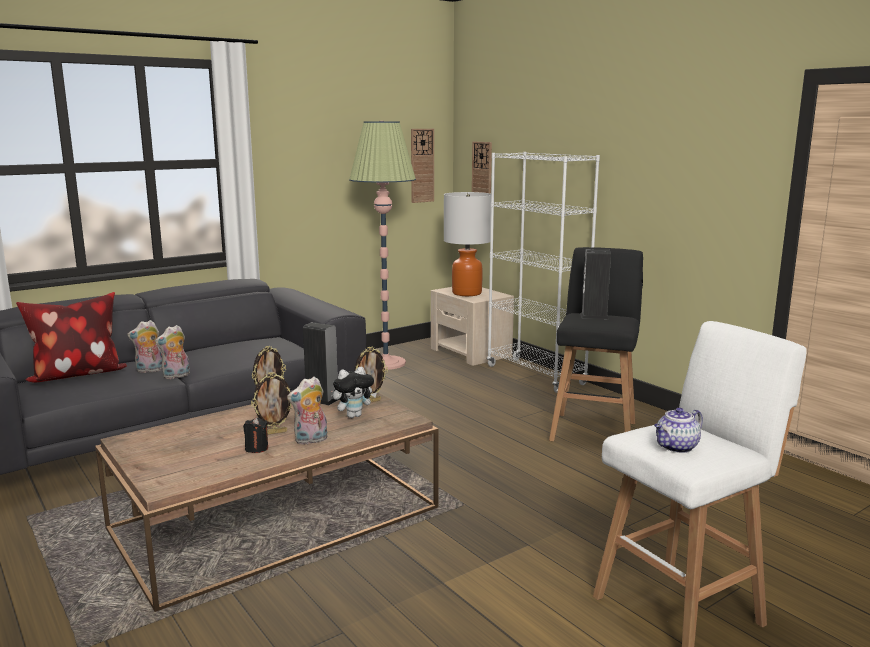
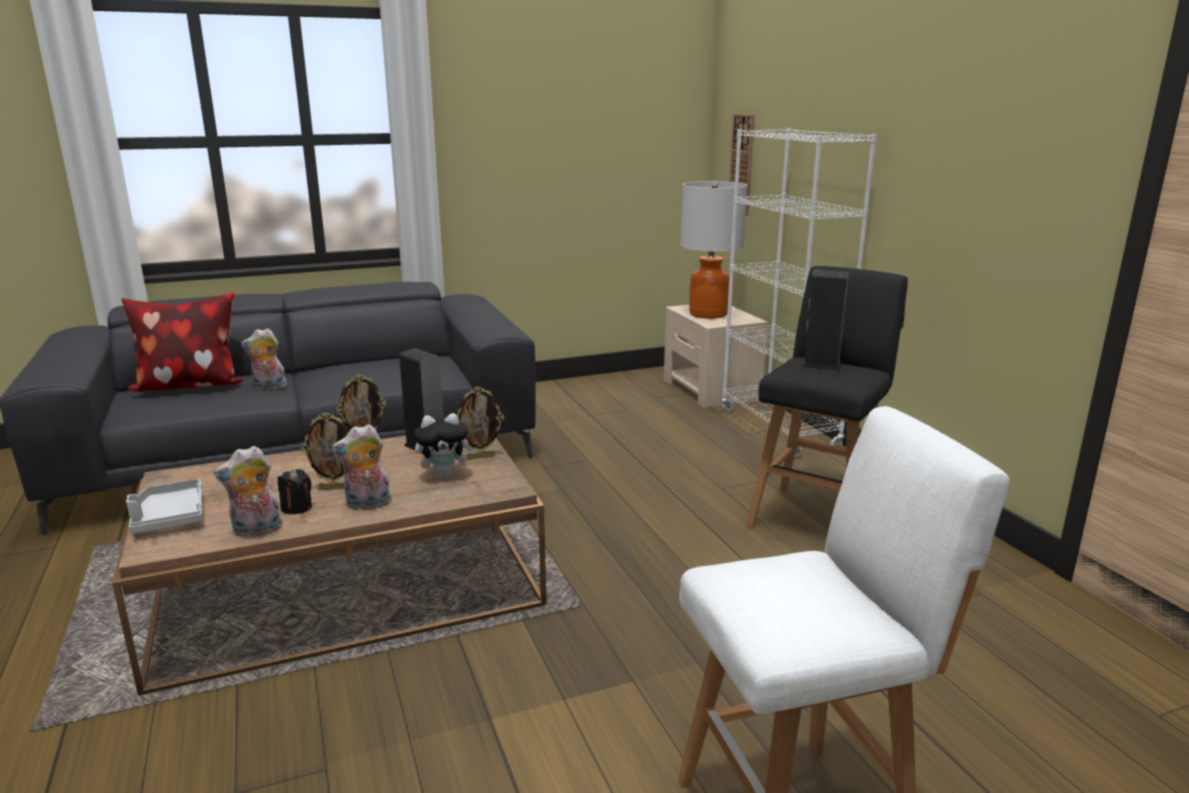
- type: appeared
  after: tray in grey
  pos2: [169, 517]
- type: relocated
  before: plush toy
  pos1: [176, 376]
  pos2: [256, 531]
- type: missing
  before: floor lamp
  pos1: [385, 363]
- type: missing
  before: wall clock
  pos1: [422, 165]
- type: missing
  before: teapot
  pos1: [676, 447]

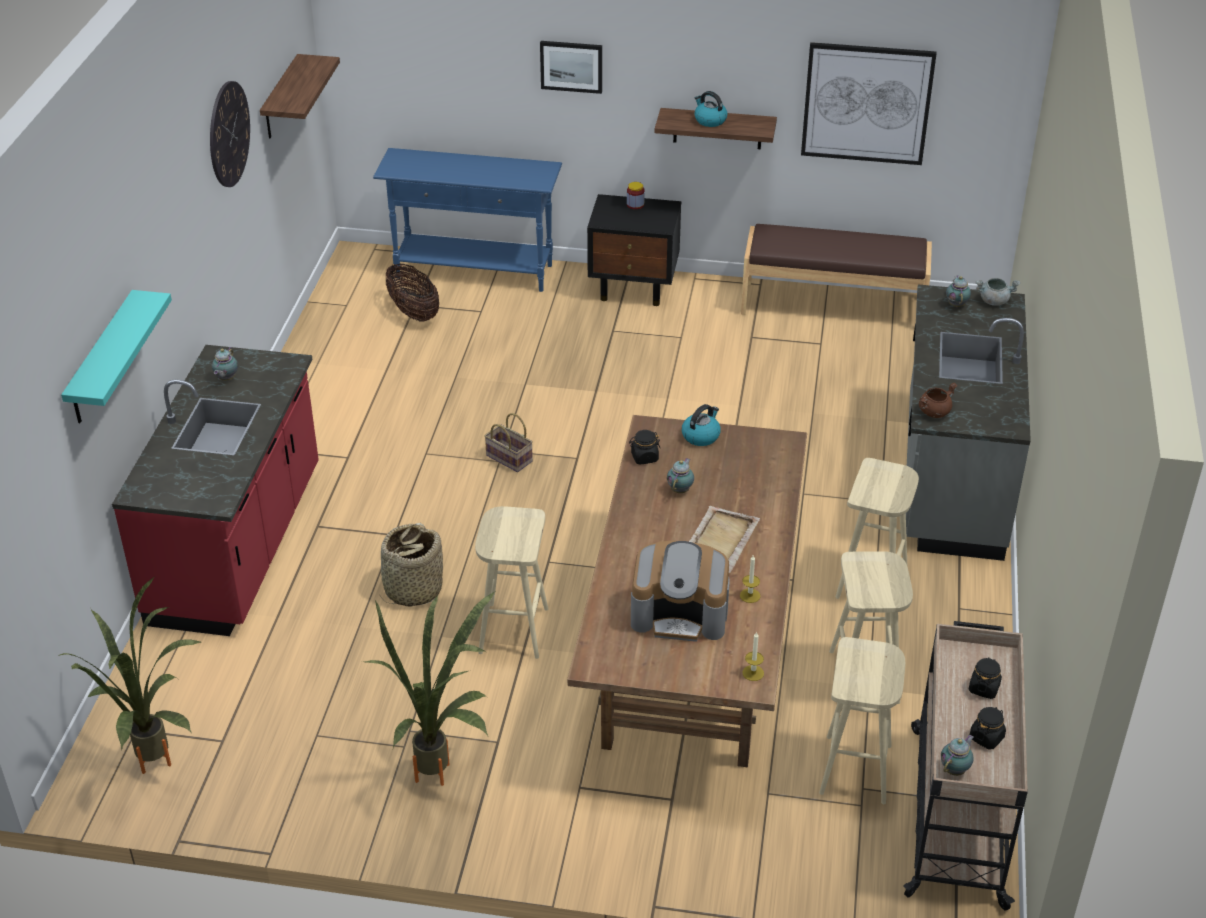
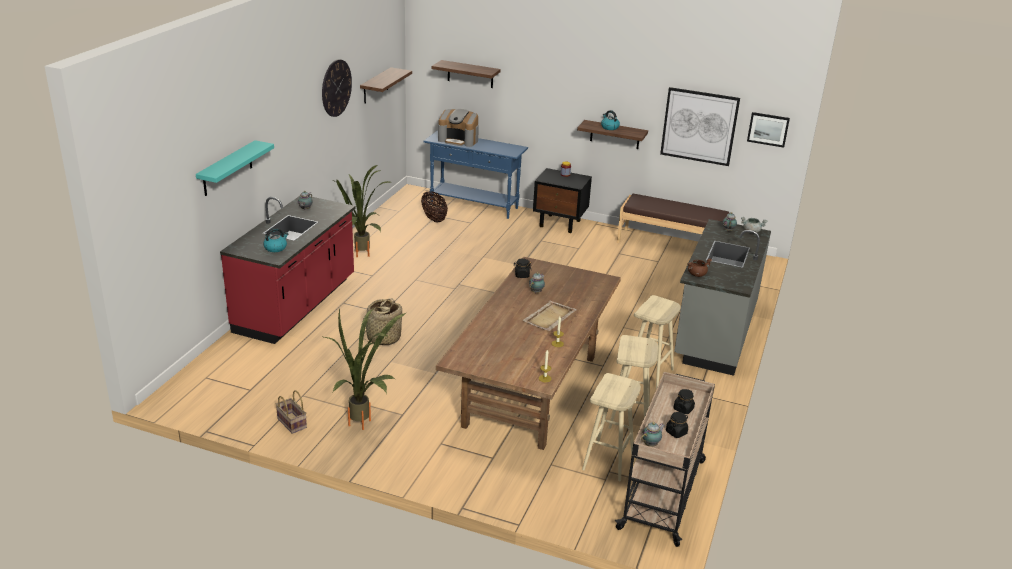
- type: relocated
  before: kettle
  pos1: [701, 436]
  pos2: [276, 248]
- type: relocated
  before: basket
  pos1: [507, 458]
  pos2: [291, 423]
- type: relocated
  before: potted plant
  pos1: [152, 769]
  pos2: [361, 256]
- type: appeared
  after: shelf
  pos2: [470, 74]
- type: relocated
  before: coffee machine
  pos1: [680, 614]
  pos2: [459, 140]
- type: relocated
  before: picture
  pos1: [571, 66]
  pos2: [768, 129]
- type: missing
  before: stool in beige
  pos1: [513, 629]

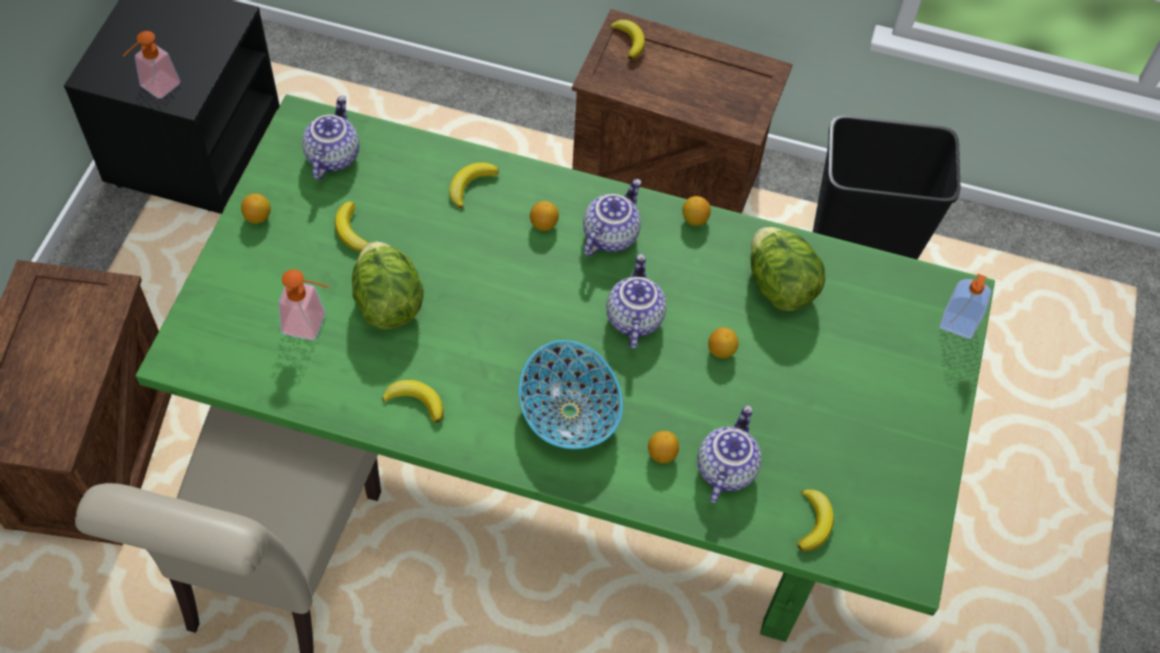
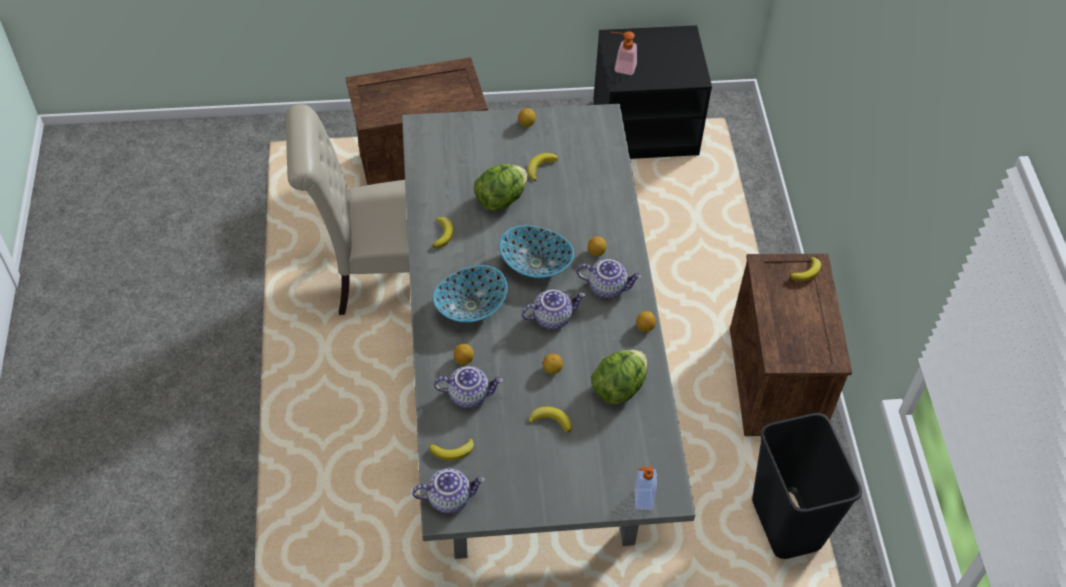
- type: colour
  before: dining table in green
  after: dining table in grey
  pos1: [566, 458]
  pos2: [527, 394]
- type: relocated
  before: teapot
  pos1: [331, 156]
  pos2: [449, 497]
- type: appeared
  after: bowl
  pos2: [536, 263]
- type: relocated
  before: banana
  pos1: [470, 185]
  pos2: [551, 420]
- type: missing
  before: soap dispenser
  pos1: [311, 325]

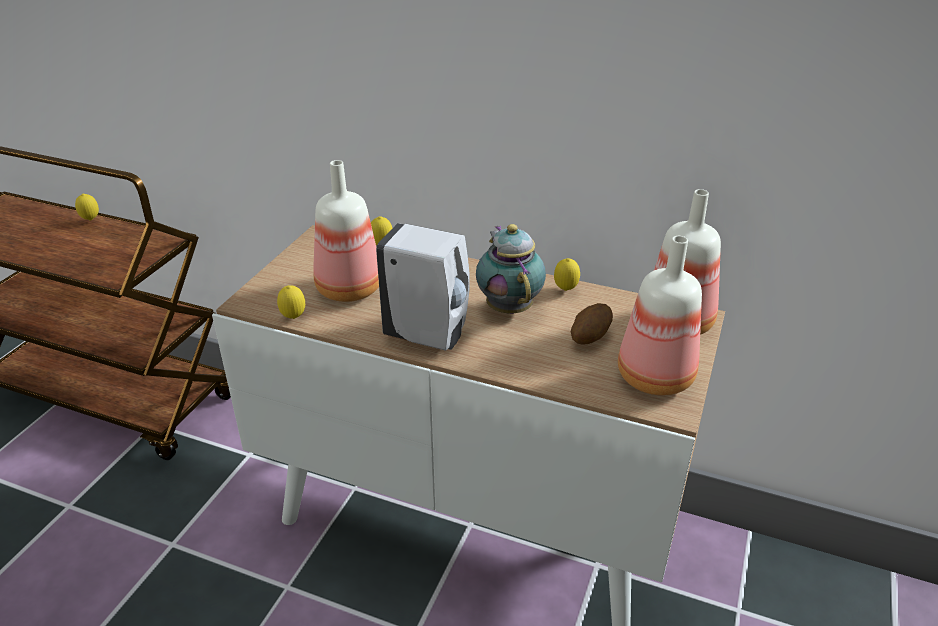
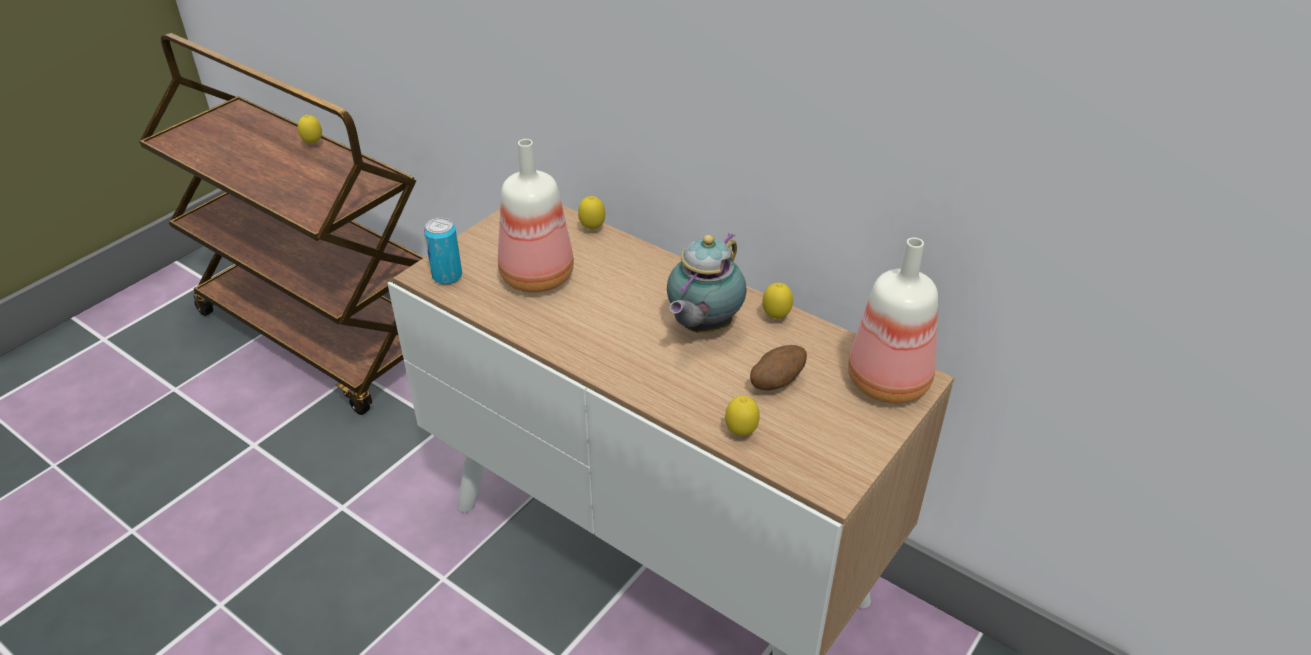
- type: appeared
  after: can
  pos2: [447, 276]
- type: spun
  before: teapot
  pos1: [509, 307]
  pos2: [702, 328]
  turn: -150
- type: relocated
  before: lemon
  pos1: [293, 318]
  pos2: [741, 433]
- type: missing
  before: soap dispenser in white
  pos1: [429, 336]
- type: missing
  before: bottle
  pos1: [655, 379]

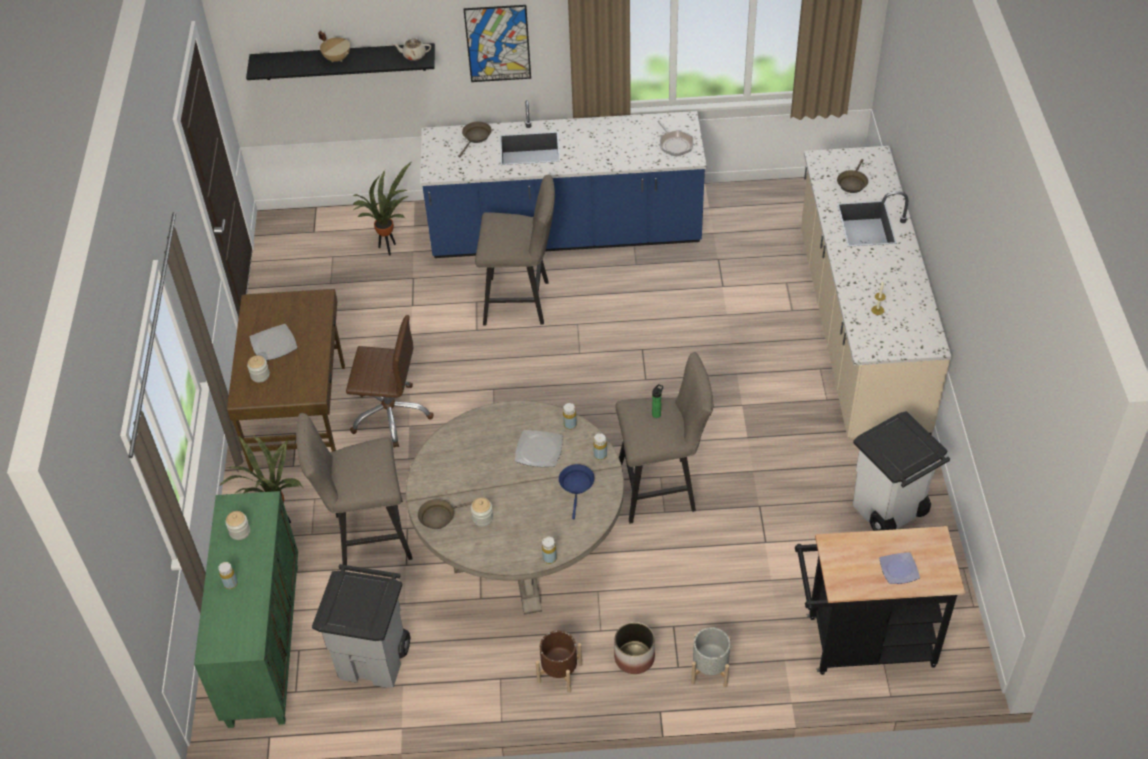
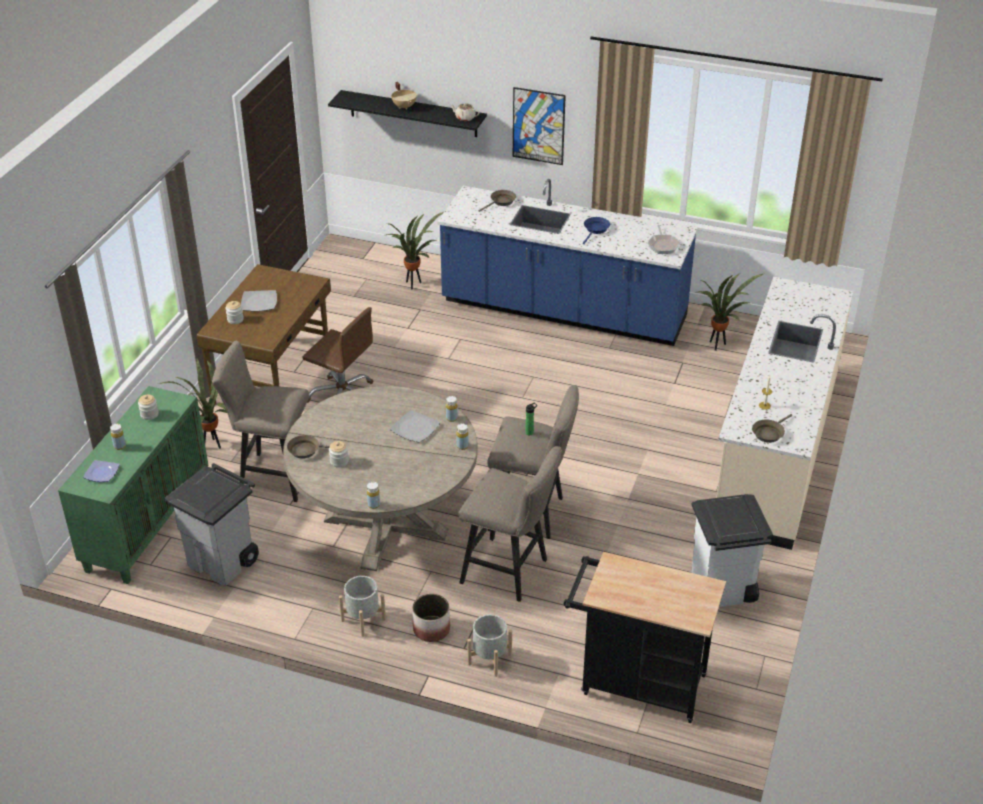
- type: relocated
  before: plate
  pos1: [899, 570]
  pos2: [102, 473]
- type: colour
  before: planter in brown
  after: planter in grey
  pos1: [560, 672]
  pos2: [363, 619]
- type: relocated
  before: stool in beige
  pos1: [522, 302]
  pos2: [510, 572]
- type: relocated
  before: frying pan in blue
  pos1: [576, 486]
  pos2: [595, 230]
- type: appeared
  after: potted plant
  pos2: [718, 345]
- type: relocated
  before: frying pan in brown
  pos1: [852, 183]
  pos2: [769, 433]

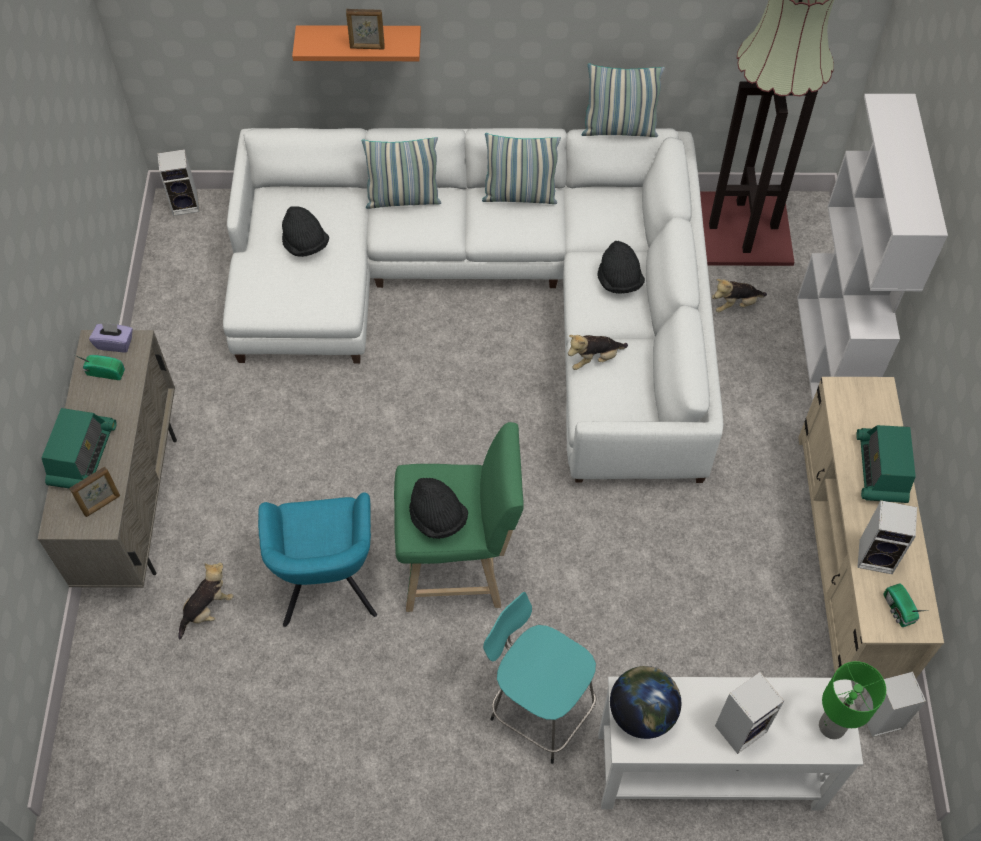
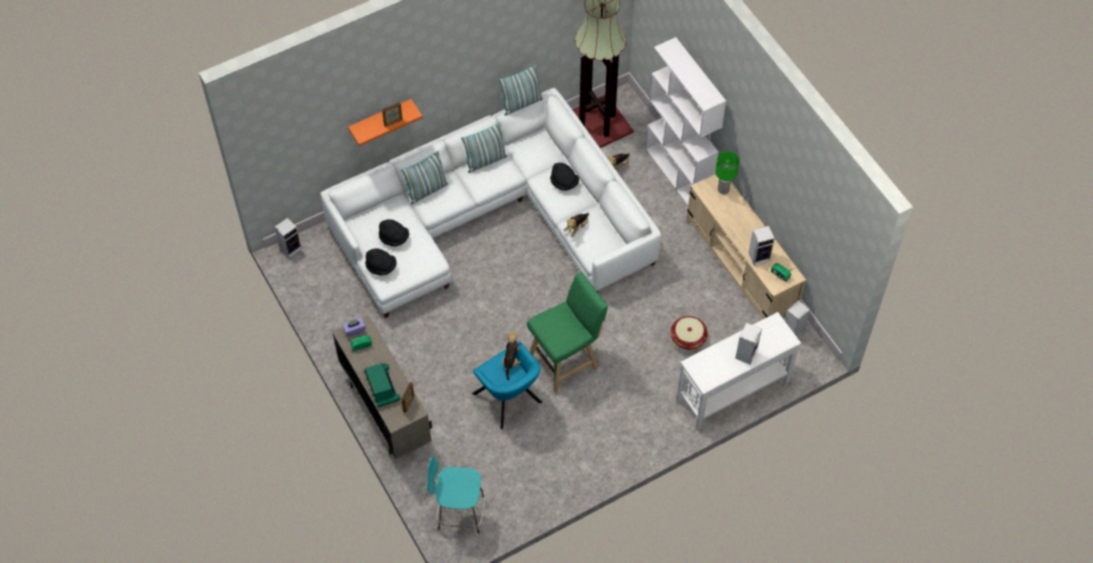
- type: relocated
  before: hat in black
  pos1: [437, 518]
  pos2: [381, 267]
- type: relocated
  before: stool in turquoise
  pos1: [539, 709]
  pos2: [459, 512]
- type: relocated
  before: plush toy
  pos1: [208, 609]
  pos2: [511, 360]
- type: appeared
  after: basket
  pos2: [688, 338]
- type: relocated
  before: table lamp in green
  pos1: [831, 727]
  pos2: [723, 189]
- type: missing
  before: globe
  pos1: [642, 713]
- type: missing
  before: radio
  pos1: [881, 470]

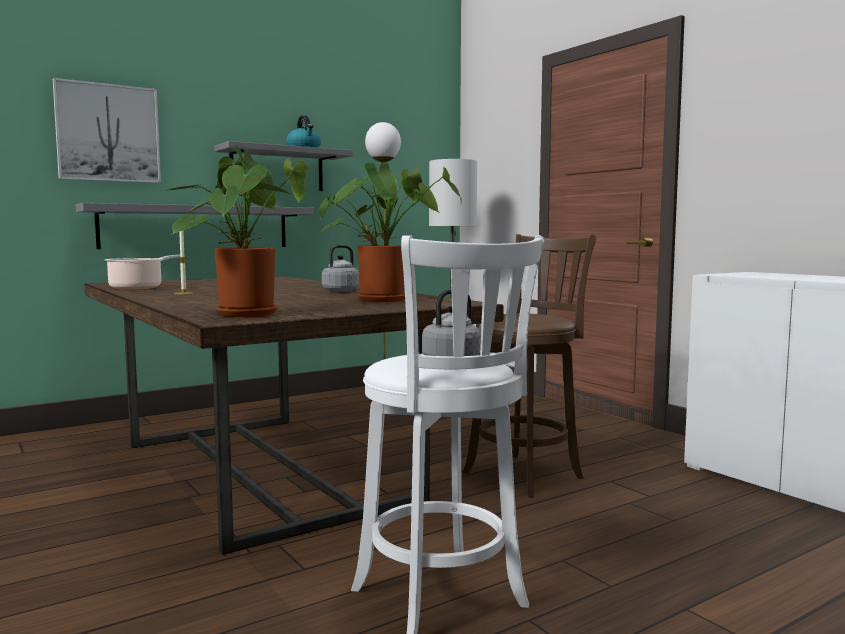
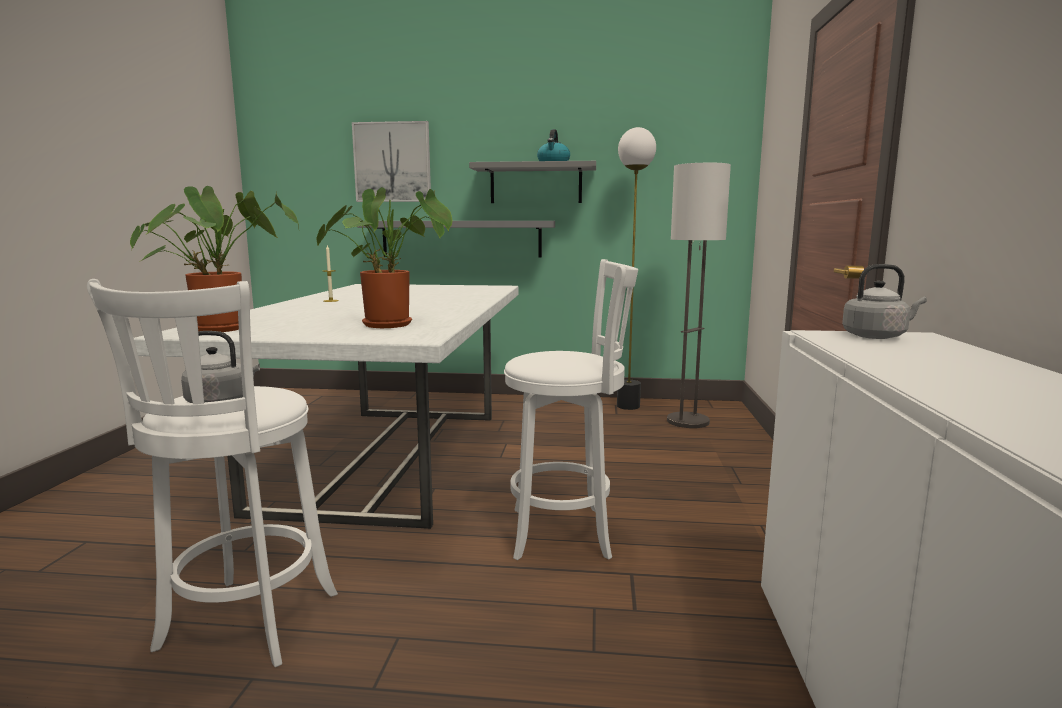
- type: colour
  before: dining table in brown
  after: dining table in white
  pos1: [262, 470]
  pos2: [390, 457]
- type: colour
  before: stool in brown
  after: stool in white
  pos1: [527, 474]
  pos2: [567, 532]
- type: relocated
  before: kettle in grey
  pos1: [342, 291]
  pos2: [877, 336]
- type: missing
  before: cooking pot
  pos1: [139, 288]

